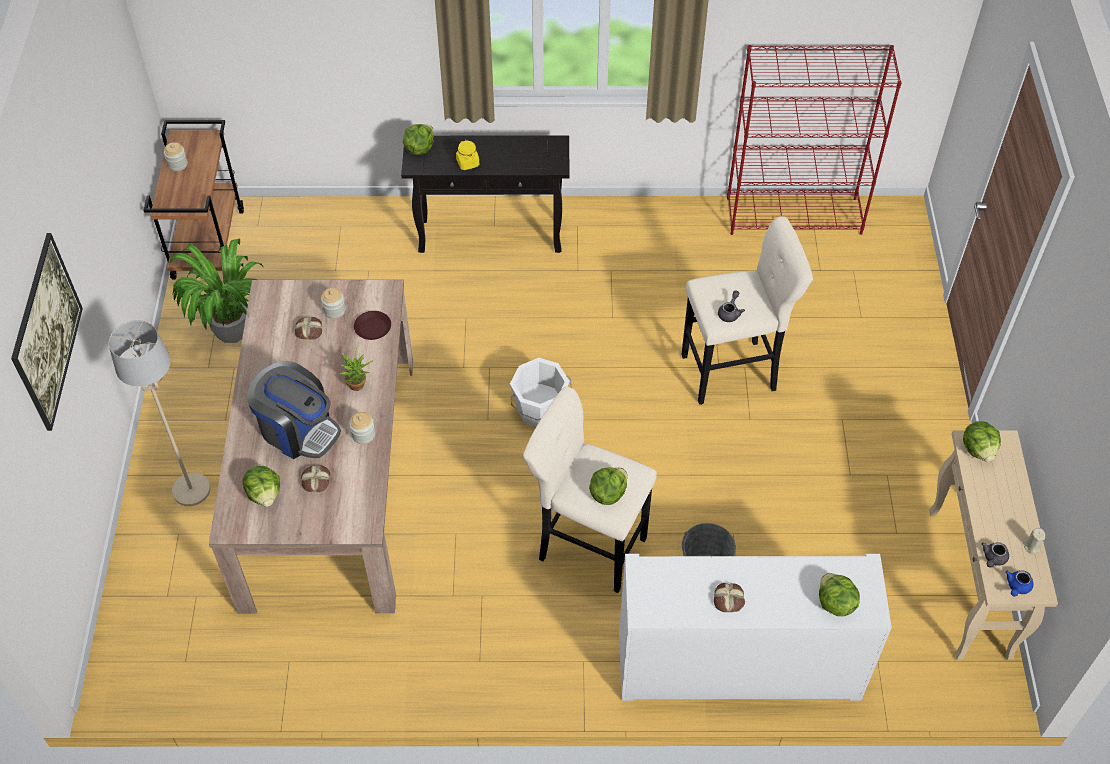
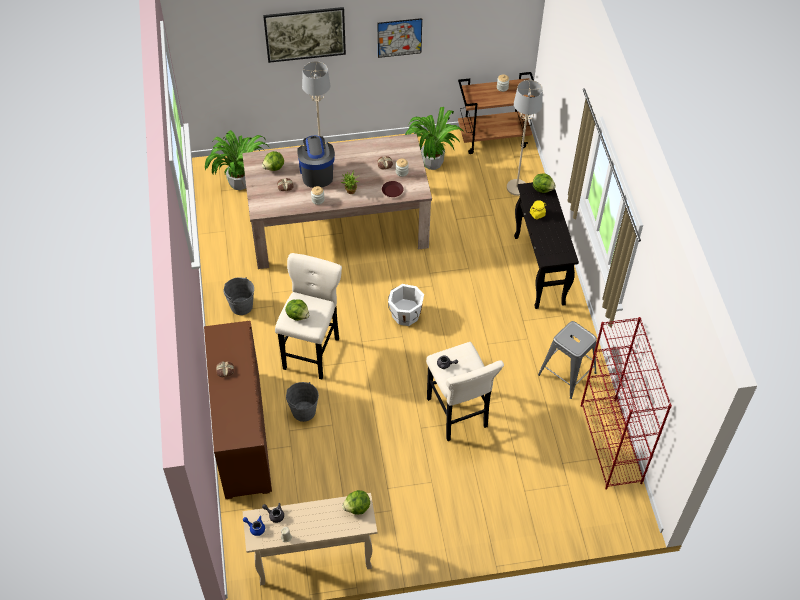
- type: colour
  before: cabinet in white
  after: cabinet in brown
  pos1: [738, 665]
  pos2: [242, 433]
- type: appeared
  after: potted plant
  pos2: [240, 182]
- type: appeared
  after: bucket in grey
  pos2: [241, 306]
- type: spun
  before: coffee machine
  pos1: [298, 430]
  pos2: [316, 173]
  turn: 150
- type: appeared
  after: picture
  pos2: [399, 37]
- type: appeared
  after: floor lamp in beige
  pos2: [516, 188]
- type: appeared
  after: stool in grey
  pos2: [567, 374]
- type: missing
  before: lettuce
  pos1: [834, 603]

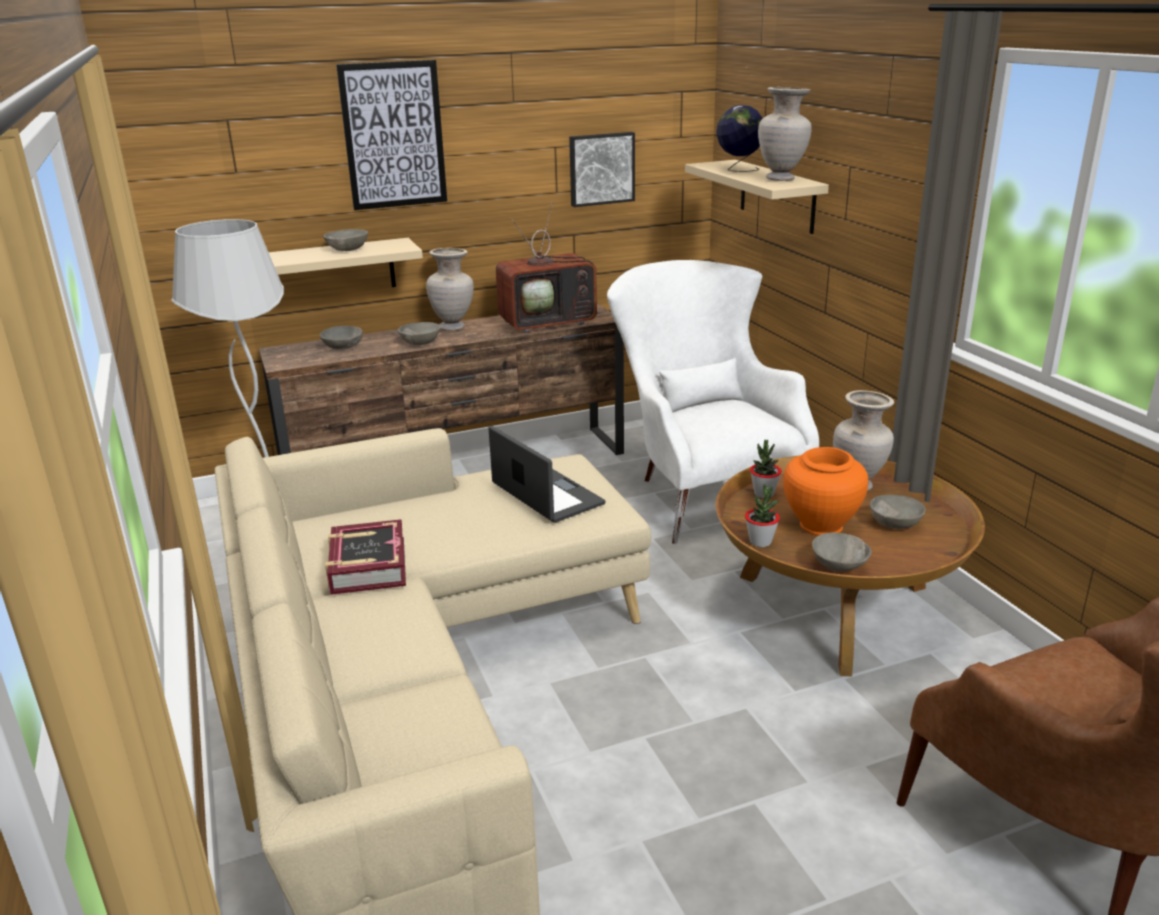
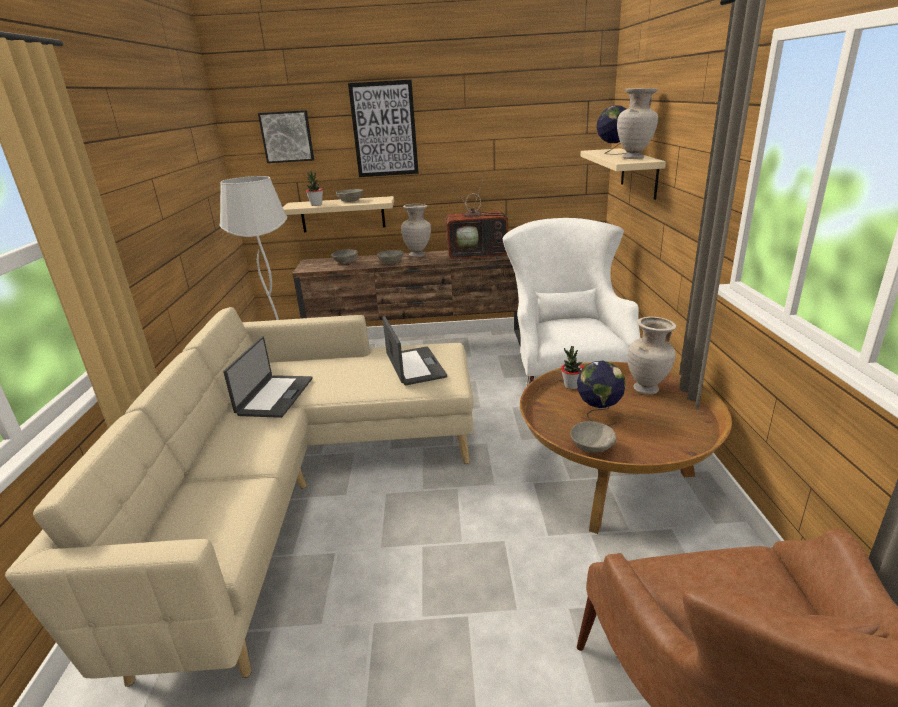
- type: exchanged
  before: book
  after: laptop
  pos1: [367, 566]
  pos2: [274, 396]
- type: relocated
  before: picture
  pos1: [601, 168]
  pos2: [287, 136]
- type: relocated
  before: potted plant
  pos1: [760, 542]
  pos2: [316, 205]
- type: exchanged
  before: vase in orange
  after: globe
  pos1: [820, 526]
  pos2: [598, 415]
- type: missing
  before: bowl in grey
  pos1: [895, 524]

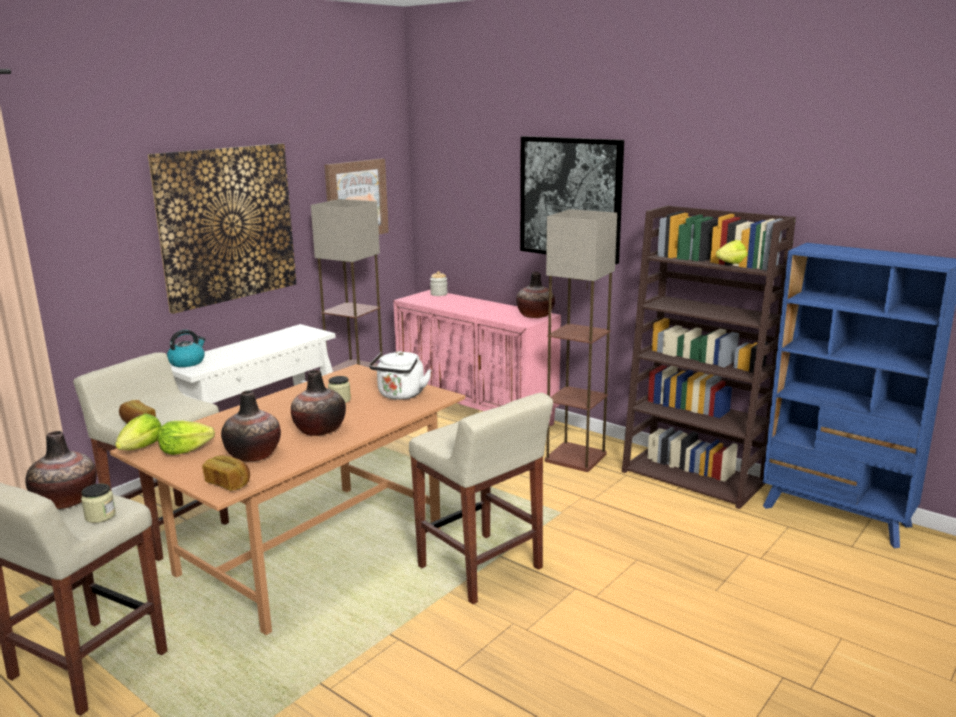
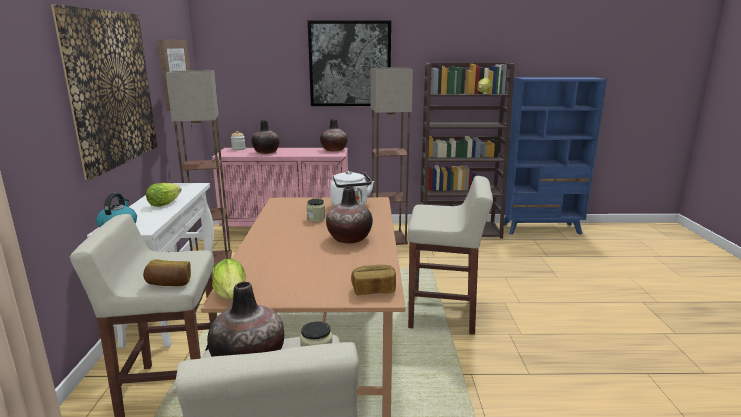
- type: relocated
  before: lettuce
  pos1: [184, 451]
  pos2: [164, 204]
- type: relocated
  before: vase
  pos1: [253, 455]
  pos2: [266, 152]

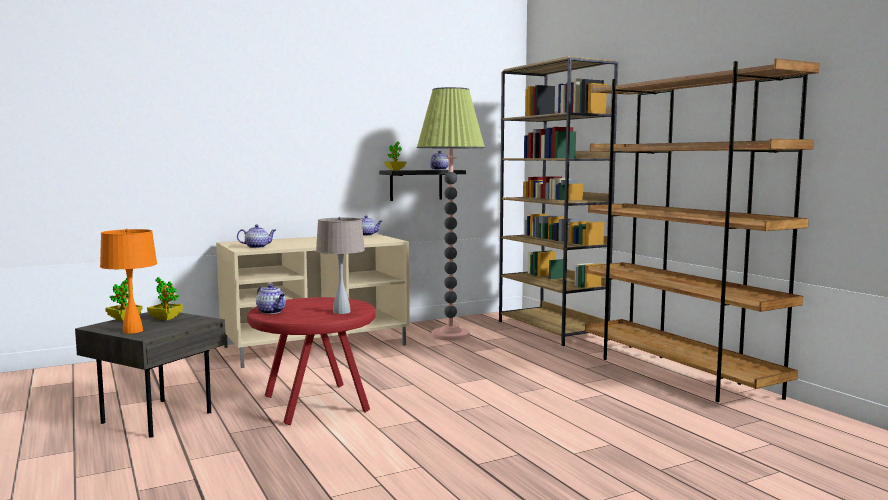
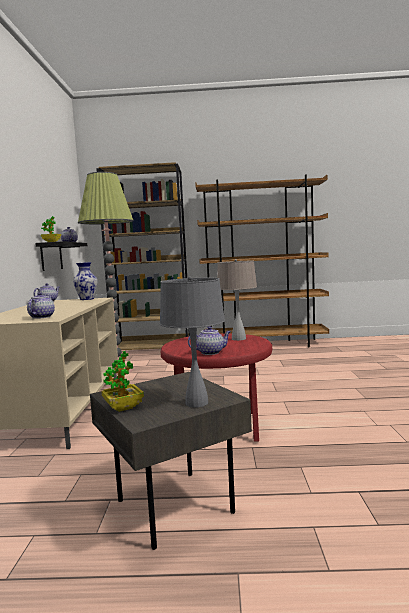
- type: appeared
  after: vase
  pos2: [87, 299]
- type: colour
  before: table lamp in orange
  after: table lamp in grey
  pos1: [133, 331]
  pos2: [196, 403]
- type: missing
  before: potted plant
  pos1: [166, 318]

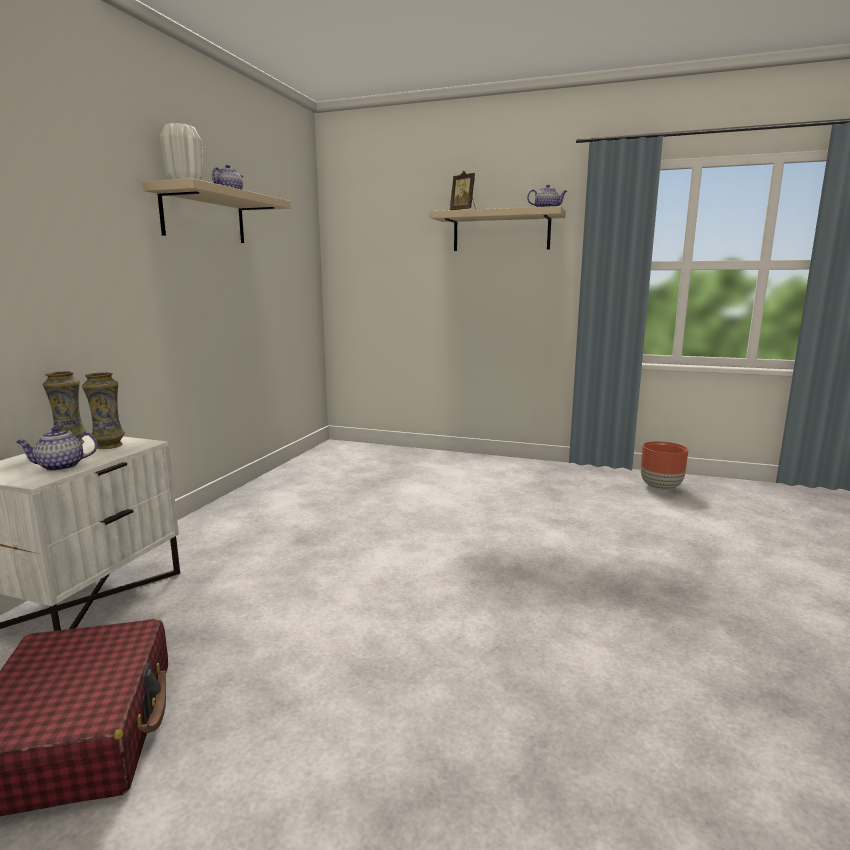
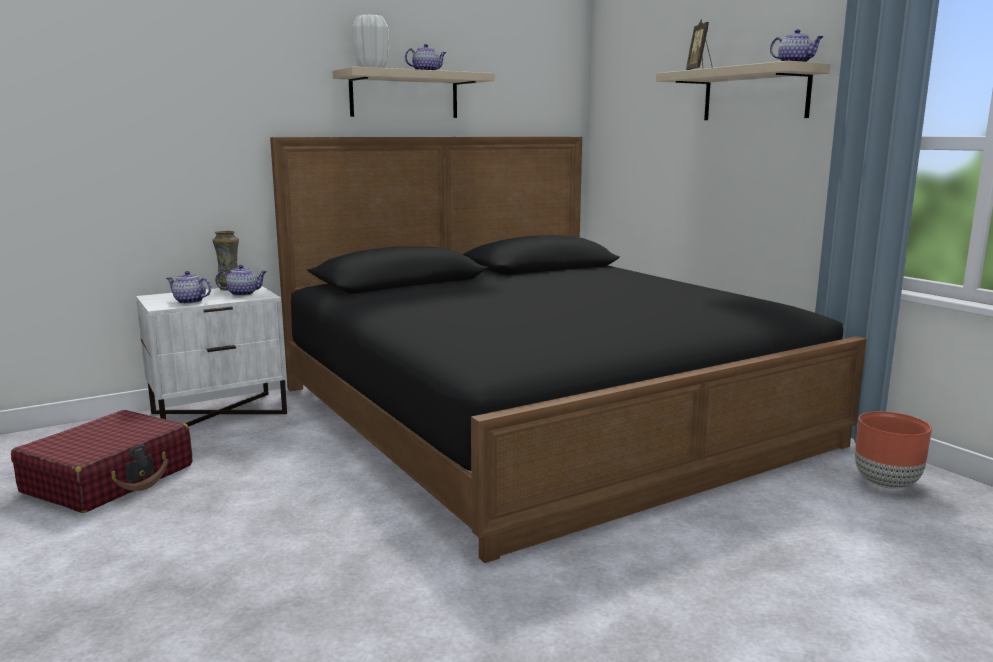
- type: exchanged
  before: vase
  after: teapot
  pos1: [109, 445]
  pos2: [243, 293]
- type: appeared
  after: bed in black
  pos2: [541, 414]

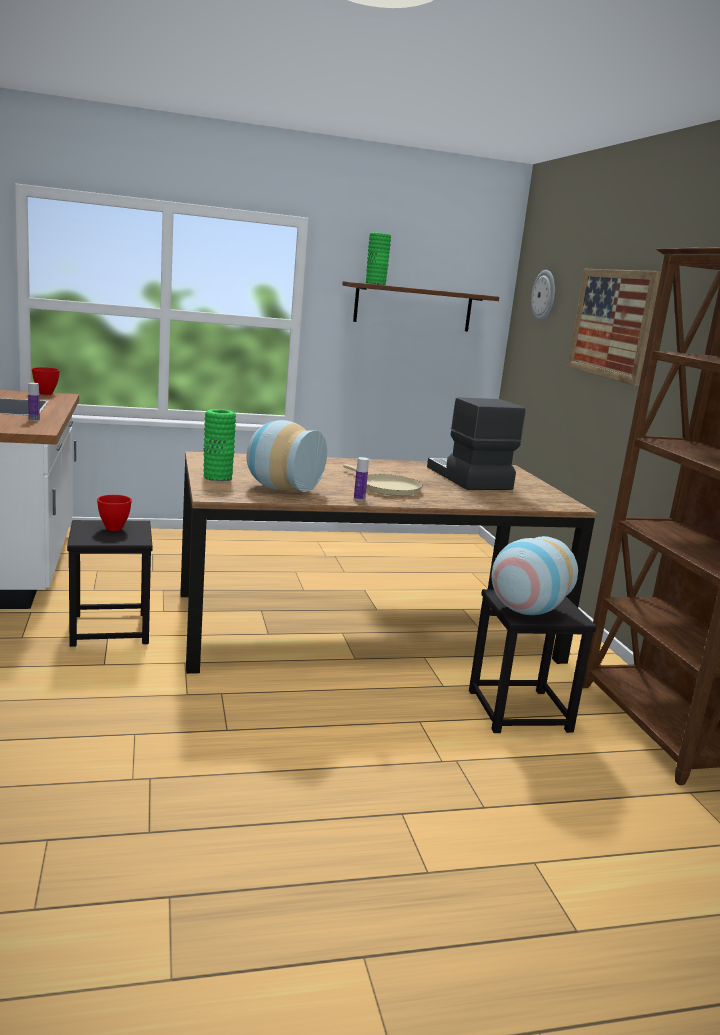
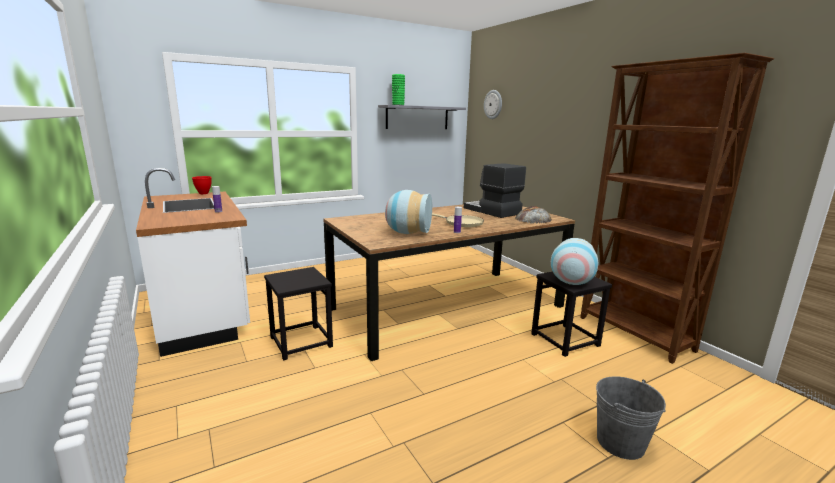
- type: colour
  before: shelf in brown
  after: shelf in grey
  pos1: [413, 307]
  pos2: [417, 117]
- type: appeared
  after: bread
  pos2: [533, 219]
- type: appeared
  after: bucket in grey
  pos2: [620, 442]
- type: missing
  before: bowl in red
  pos1: [113, 529]
- type: missing
  before: vase in green
  pos1: [217, 477]
- type: missing
  before: picture
  pos1: [612, 324]

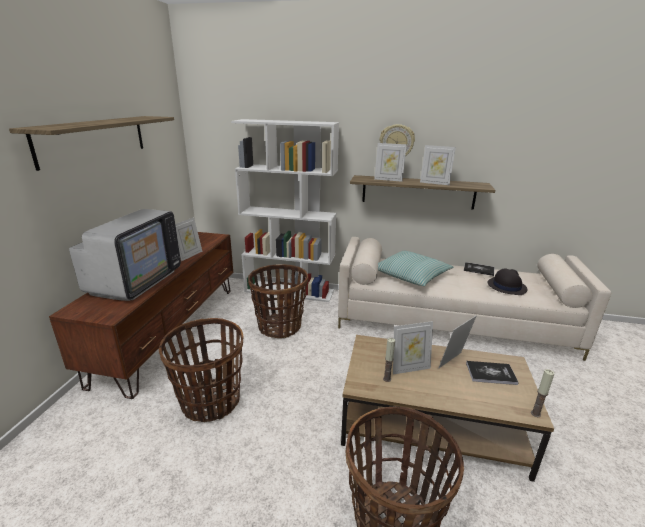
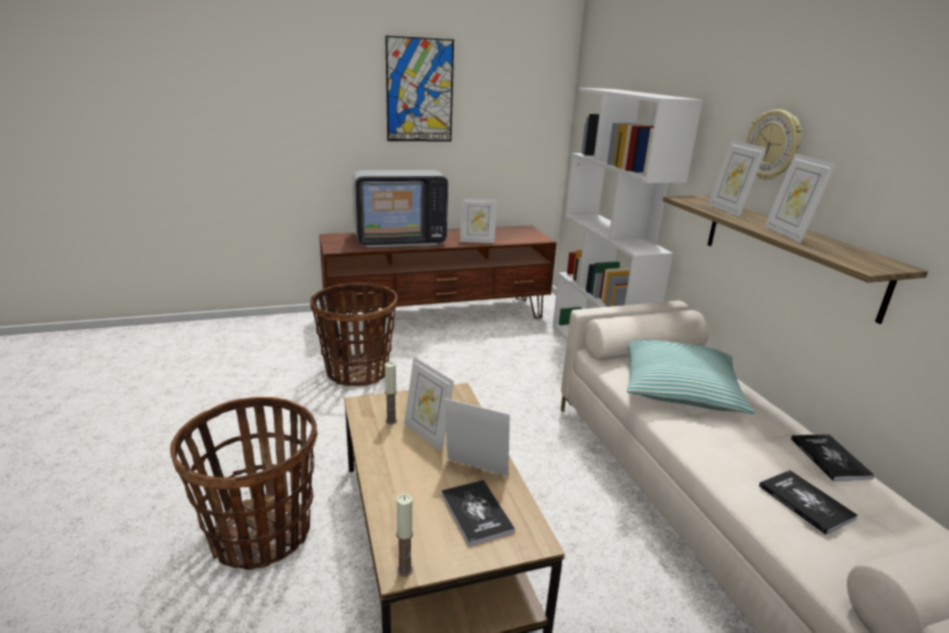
- type: exchanged
  before: shelf
  after: picture
  pos1: [94, 139]
  pos2: [419, 91]
- type: exchanged
  before: hat in black
  after: book
  pos1: [506, 286]
  pos2: [805, 502]
- type: missing
  before: basket
  pos1: [279, 326]

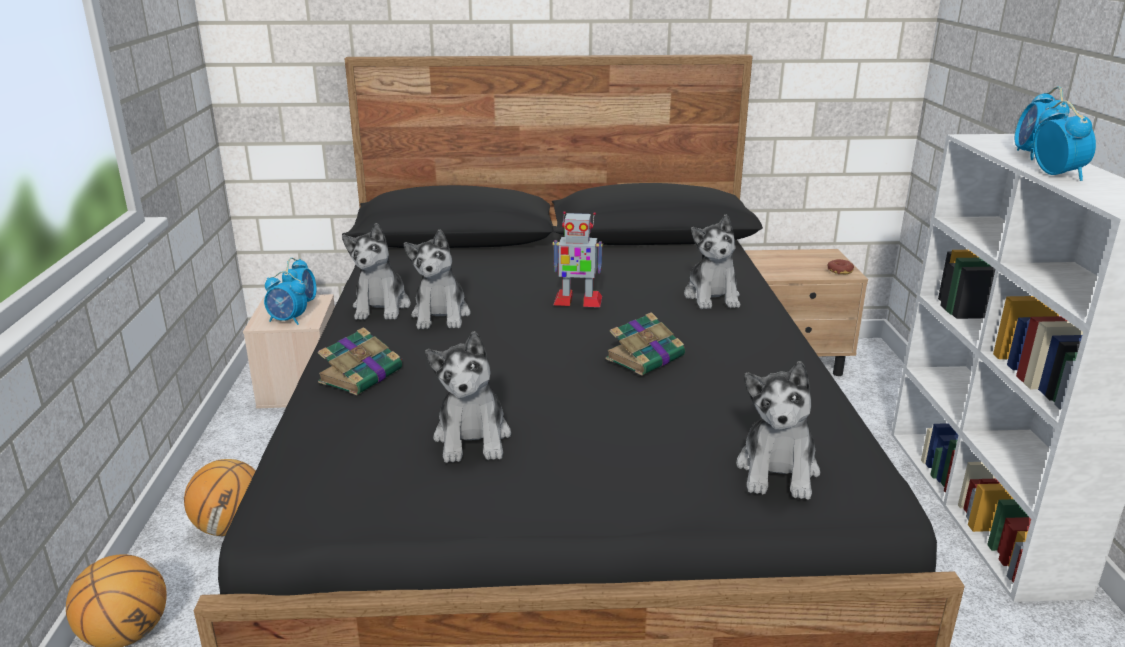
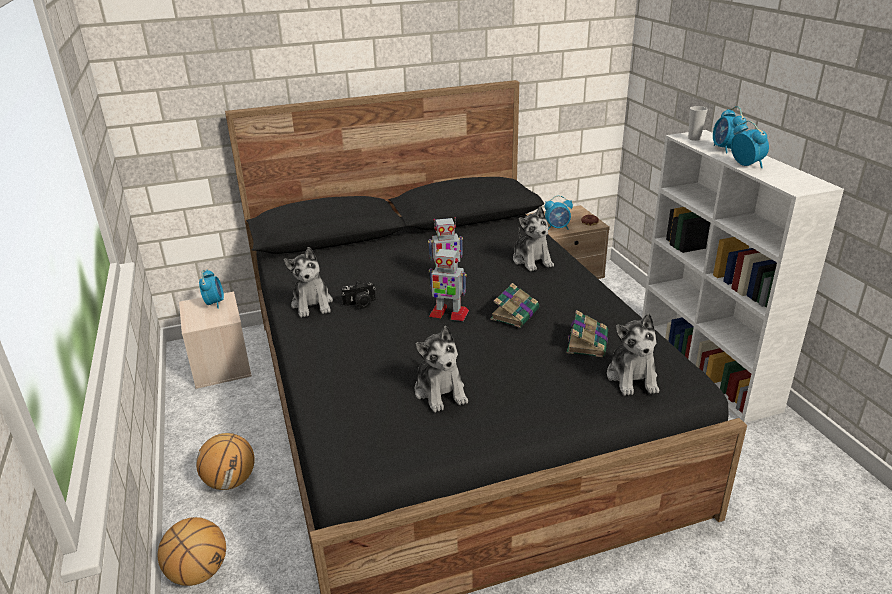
- type: exchanged
  before: plush toy
  after: photo camera
  pos1: [441, 315]
  pos2: [360, 304]
- type: appeared
  after: toy robot
  pos2: [448, 313]
- type: relocated
  before: alarm clock
  pos1: [288, 320]
  pos2: [557, 228]
- type: relocated
  before: book
  pos1: [362, 375]
  pos2: [587, 342]
- type: appeared
  after: cup
  pos2: [694, 139]

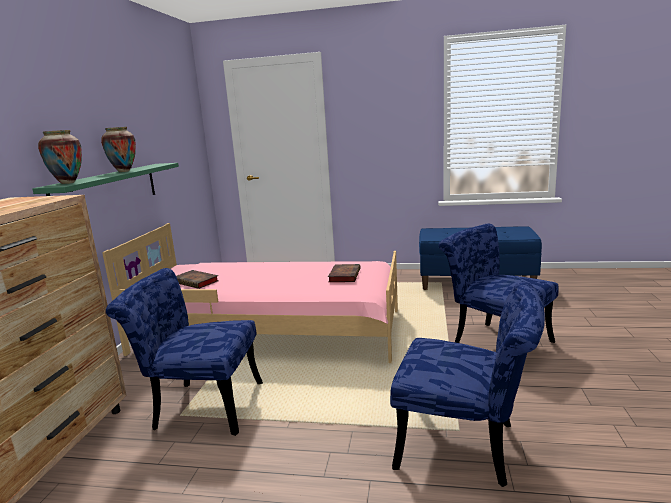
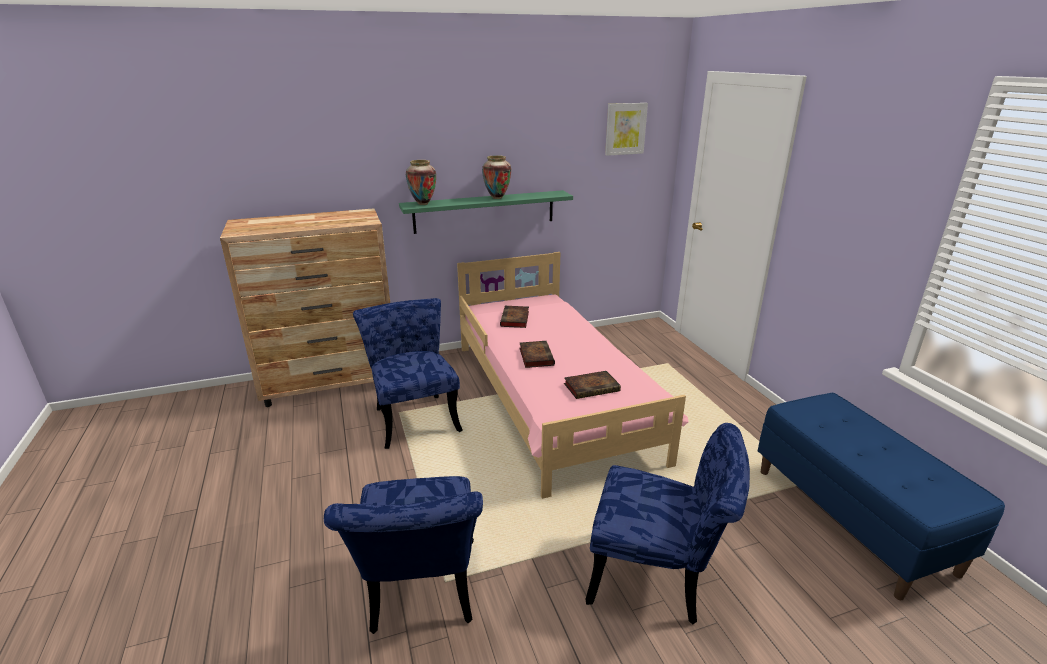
- type: appeared
  after: book
  pos2: [535, 356]
- type: spun
  before: chair in blue
  pos1: [494, 342]
  pos2: [658, 577]
  turn: 90
- type: appeared
  after: picture
  pos2: [625, 129]

